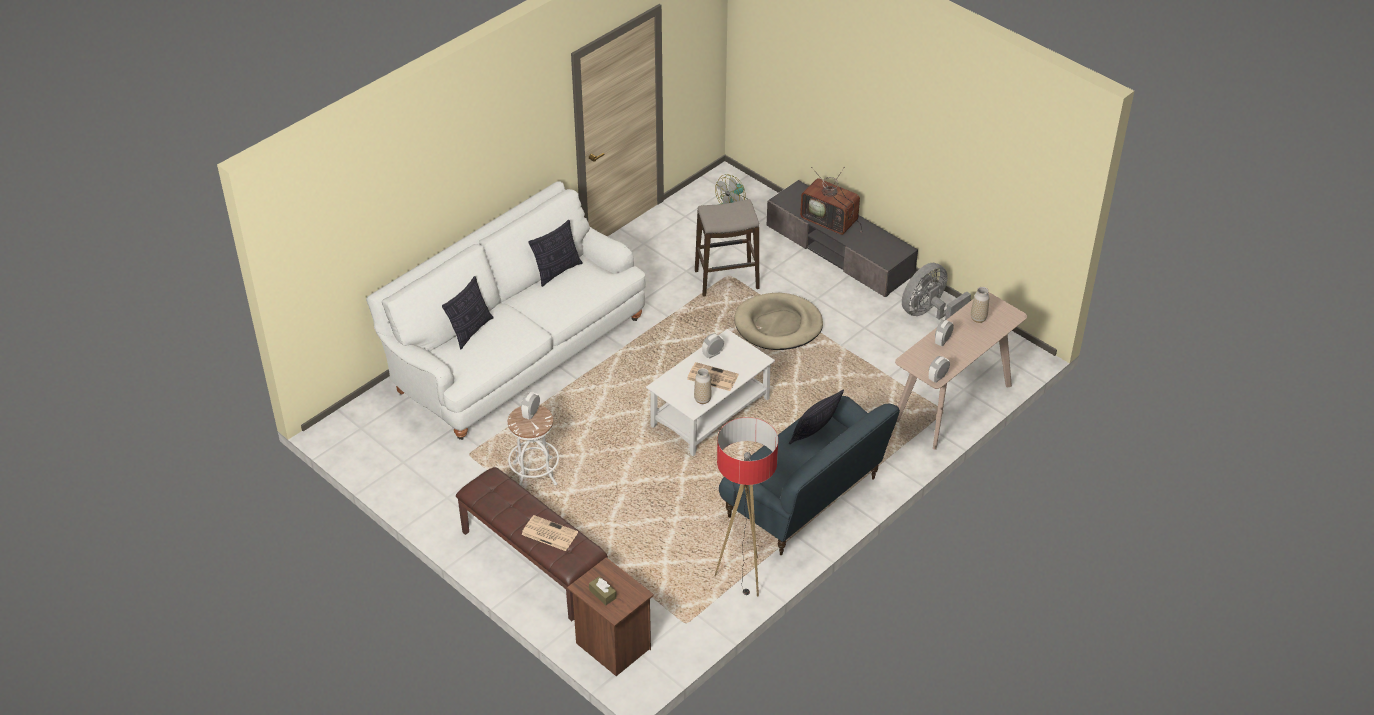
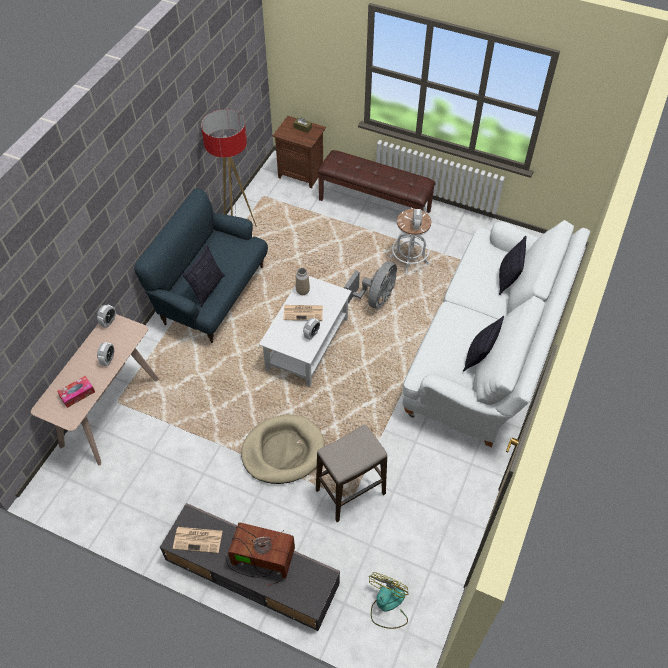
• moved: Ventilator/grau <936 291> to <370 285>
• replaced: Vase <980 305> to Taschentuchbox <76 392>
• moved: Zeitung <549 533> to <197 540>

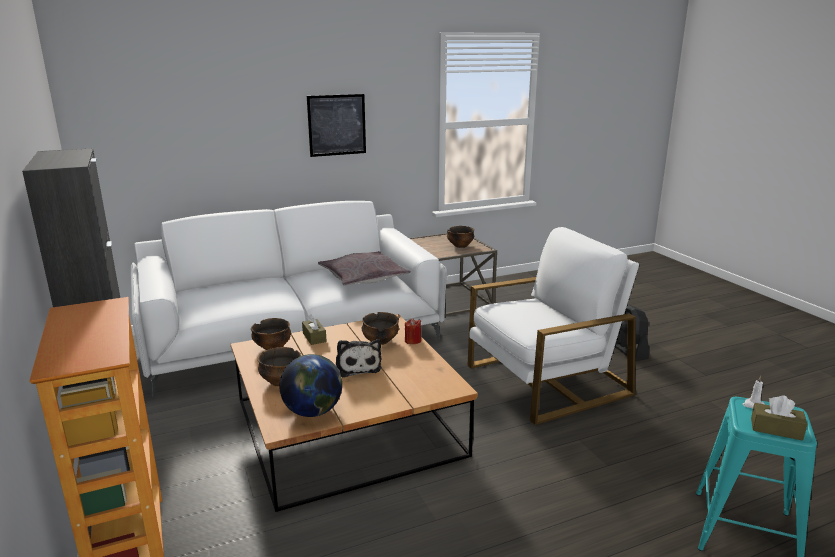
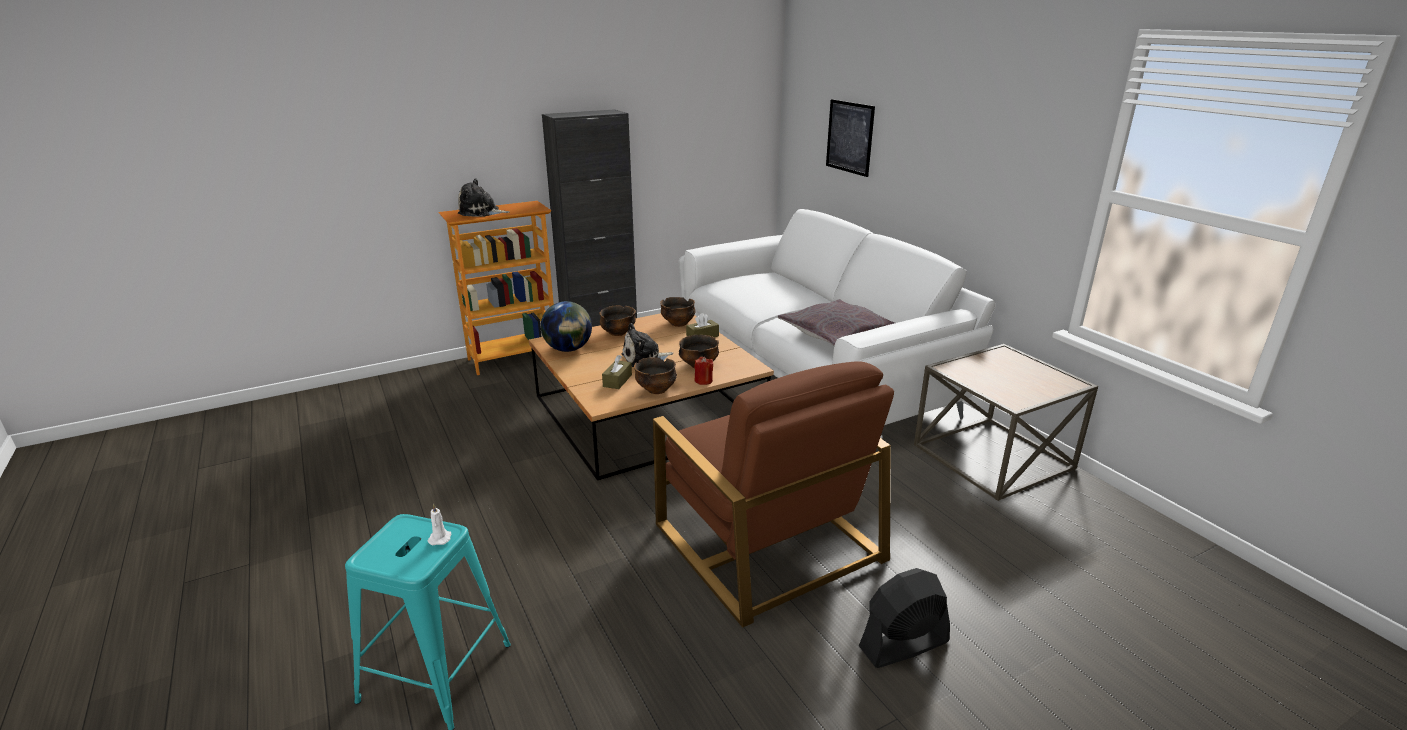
• moved: Bild <336 125> to <850 138>
• moved: Schüssel <460 237> to <655 375>
• recoloured: Sessel/weiß <553 326> to Sessel/braun <773 494>
• moved: Taschentuchbox/braun <779 418> to <617 372>
• added: Plüschtier <484 197>

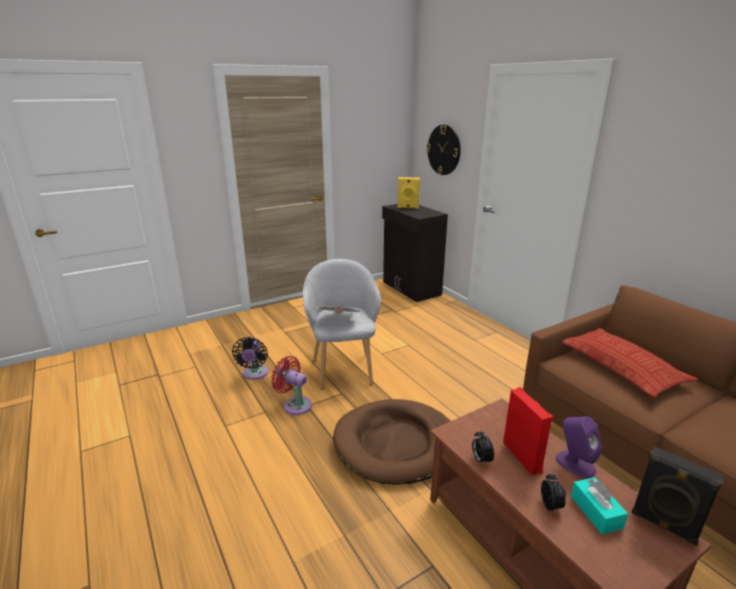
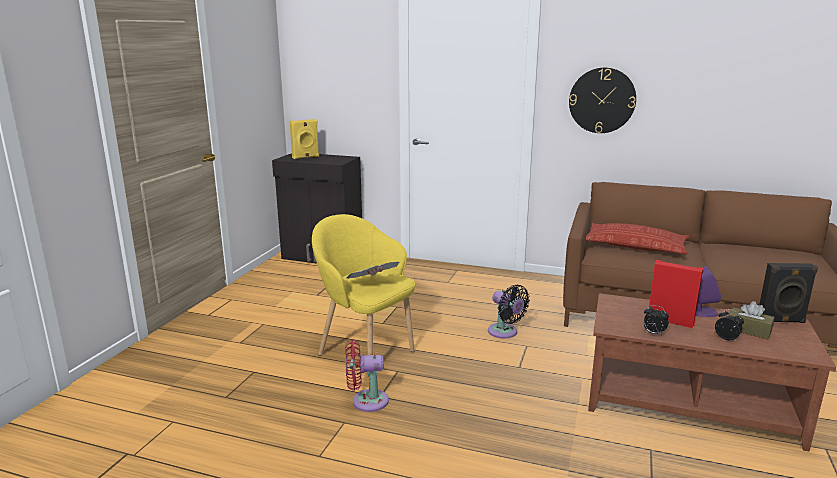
• moved: Wanduhr <443 150> to <602 100>
• recoloured: Sessel/grau <342 324> to Sessel/gelb <363 285>
• moved: Ventilator/schwarz <250 358> to <509 311>
• removed: Hundebett/braun <391 442>
• recoloured: Taschentuchbox/türkis <599 505> to Taschentuchbox/braun <752 320>

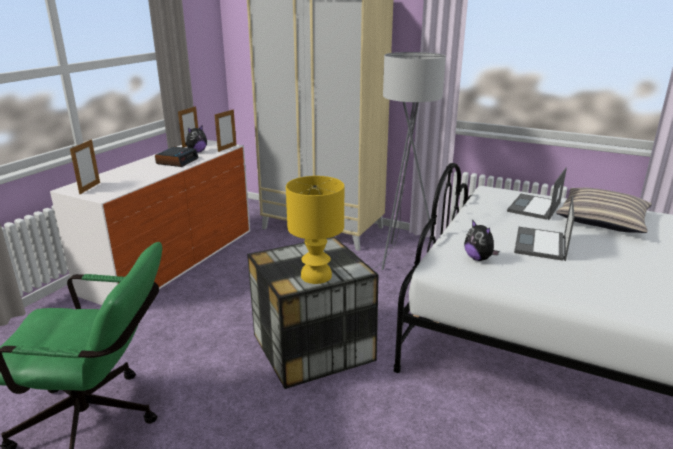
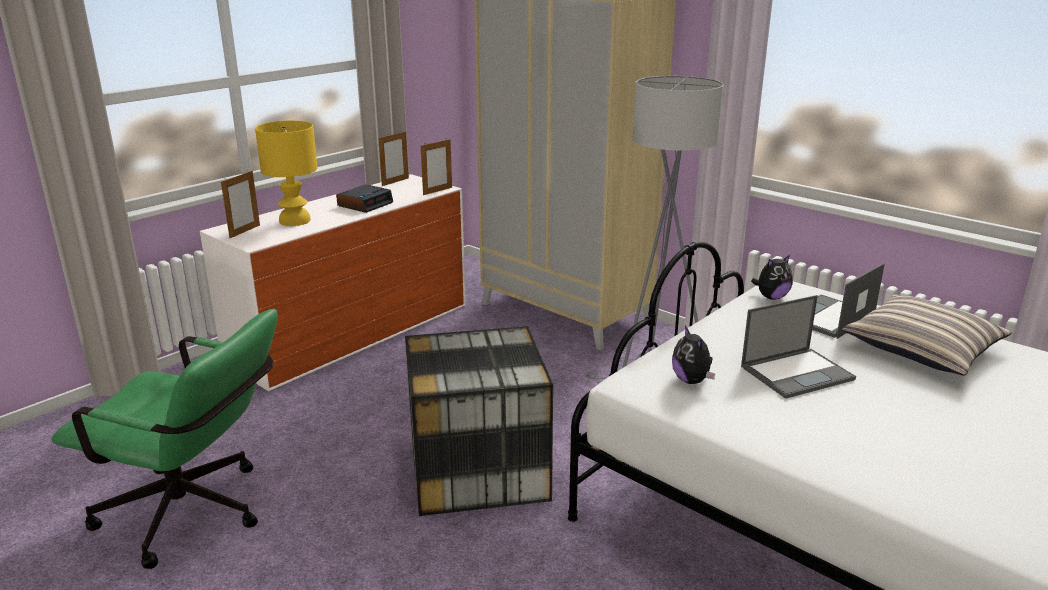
• moved: Plüschtier <196 139> to <772 277>
• moved: Tischlampe/gelb <315 230> to <286 173>
• turned: Laptop <544 228> = <798 347> 150 degrees counterclockwise

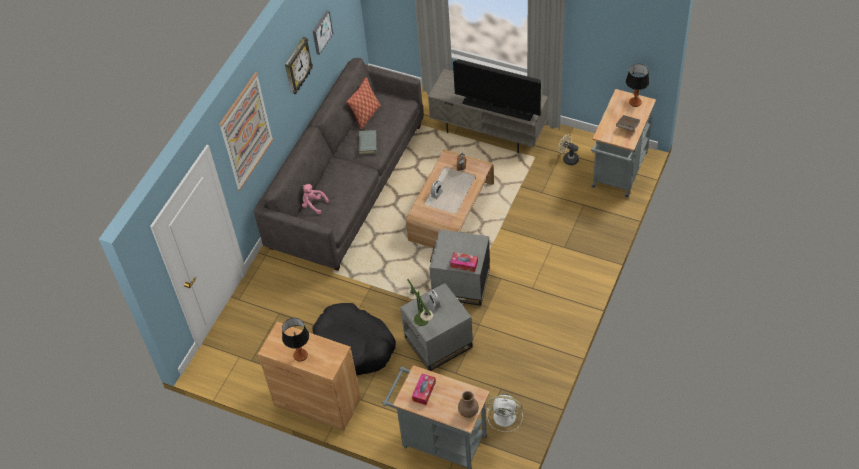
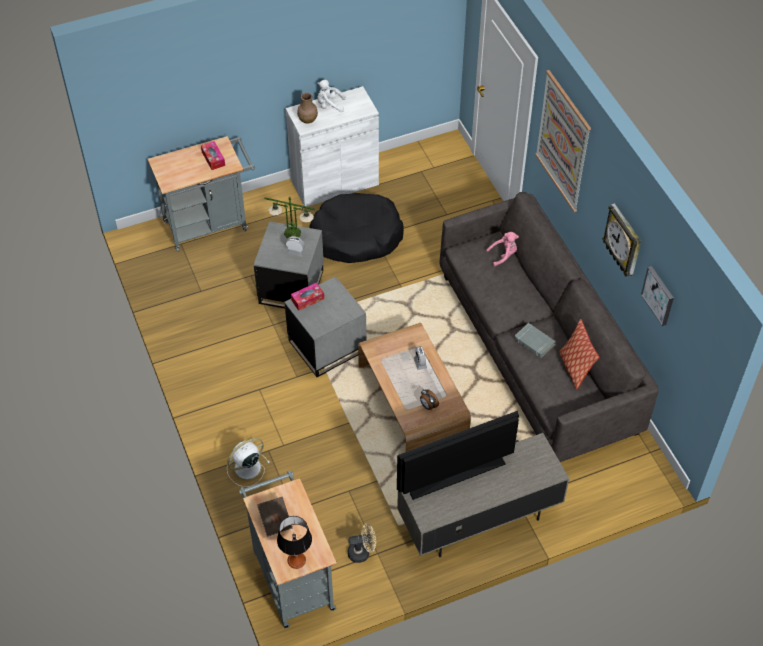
• replaced: Tischlampe <295 339> to Plüschtier/weiß <331 96>
• recoloured: Schrank/braun <309 376> to Schrank/weiß <332 146>
• moved: Vase/braun <468 404> to <307 108>
• moved: Ventilator/weiß <505 413> to <248 462>

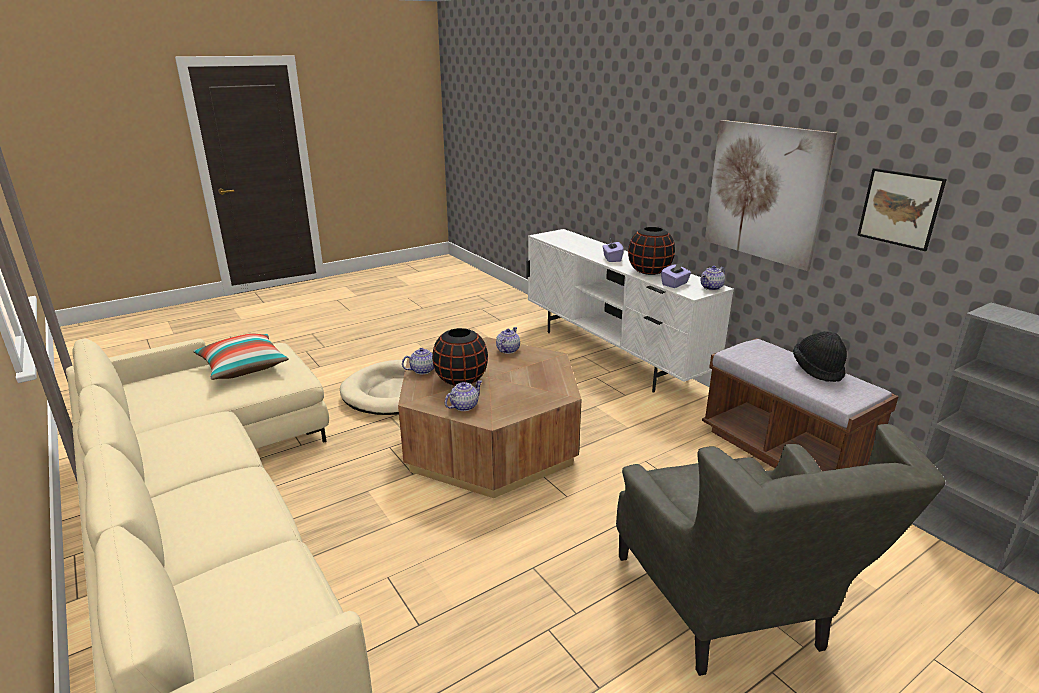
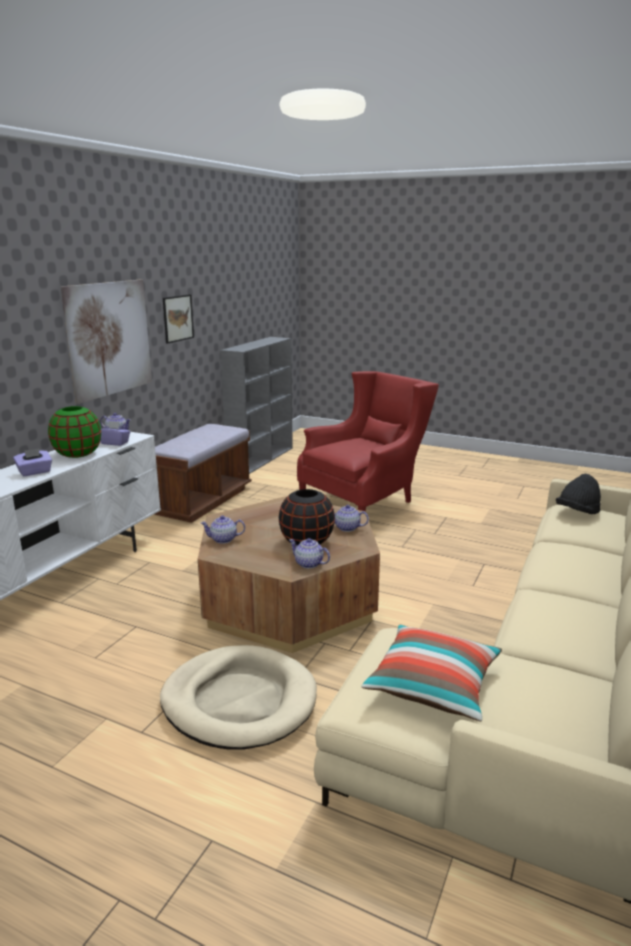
• recoloured: Vase/schwarz <651 251> to Vase/grün <74 432>
• moved: Hut/schwarz <820 356> to <578 494>
• recoloured: Sessel/grau <781 550> to Sessel/rot <368 441>

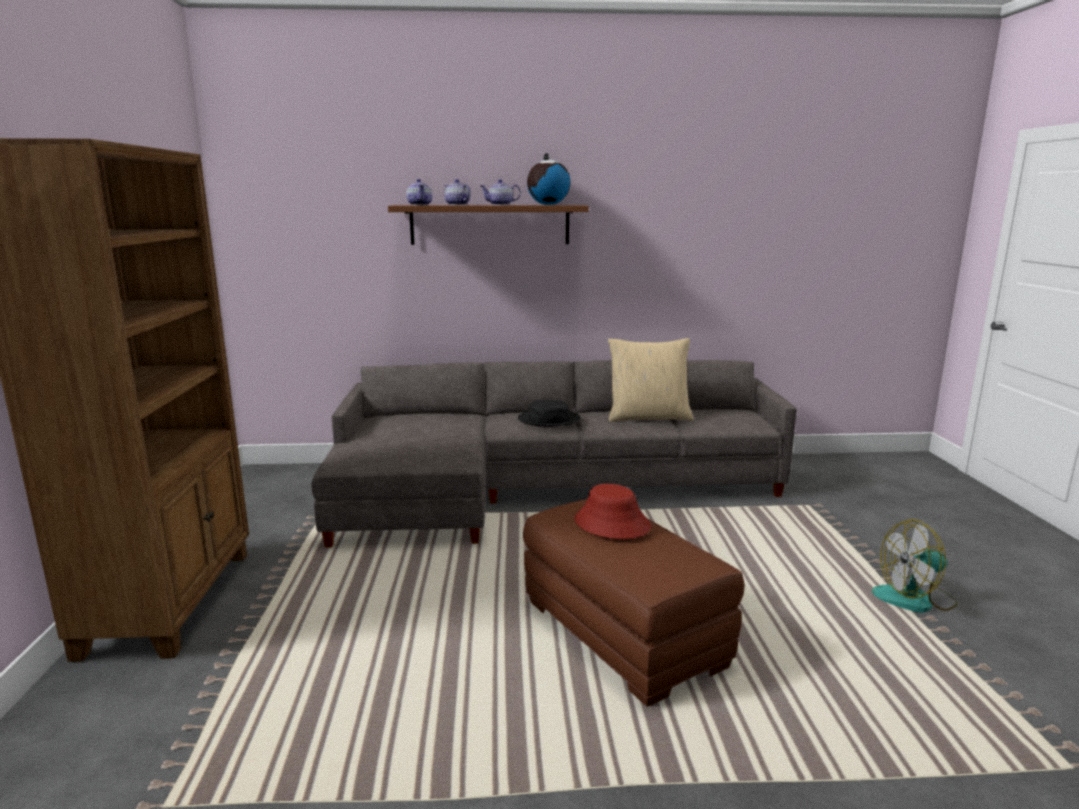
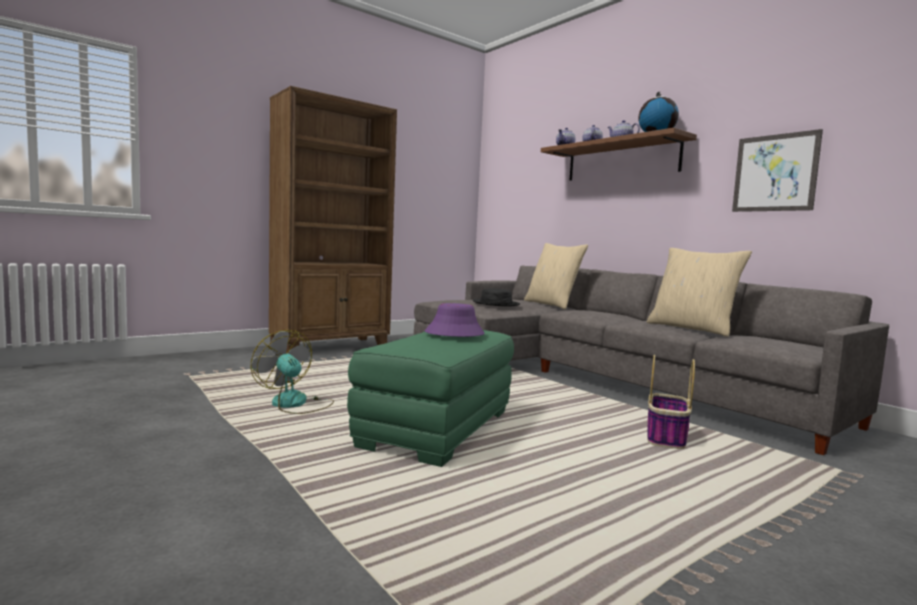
• moved: Hut/schwarz <549 413> to <496 297>
• recoloured: Hut/rot <613 511> to Hut/lila <455 320>
• recoloured: Polsterhocker/braun <633 603> to Polsterhocker/grün <430 398>
• moved: Ventilator <915 566> to <292 372>
• added: Bild <777 170>
• added: Kissen/beige <556 276>
• added: Korb <671 402>

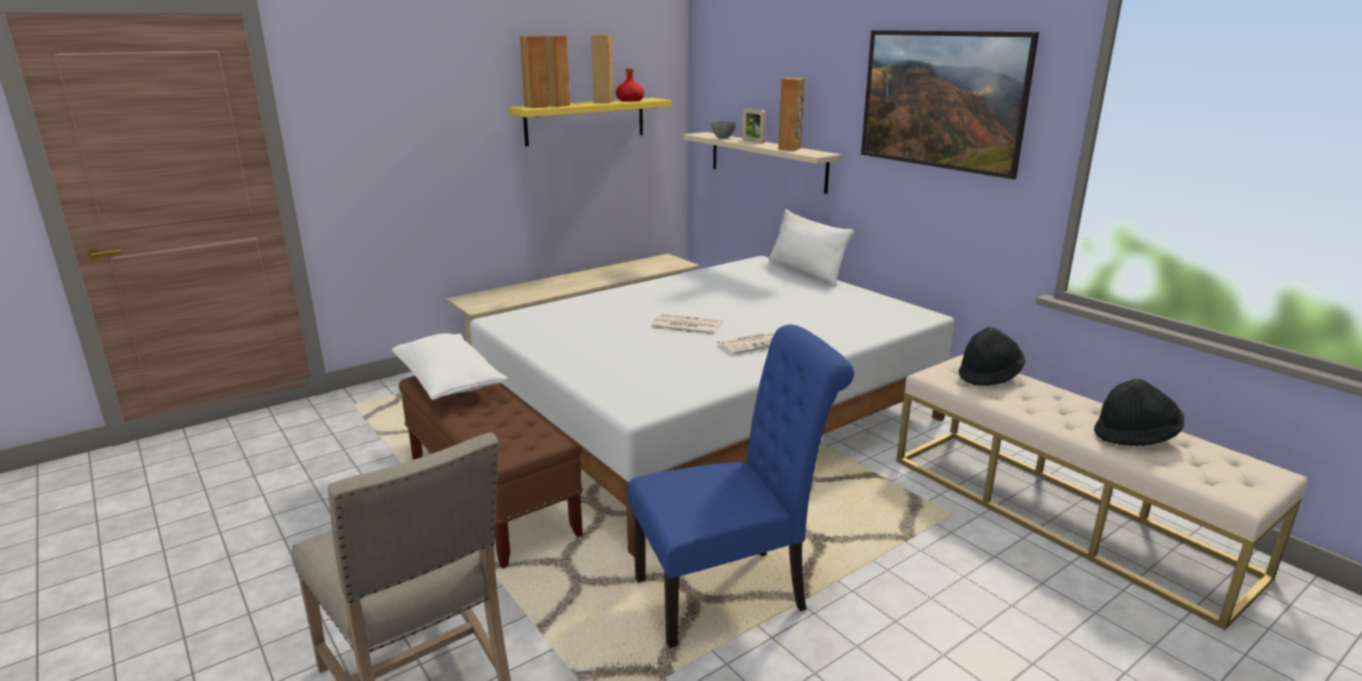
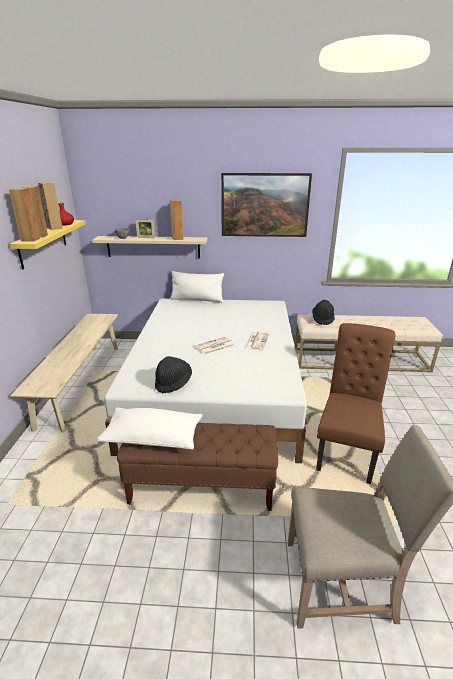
• recoloured: Stuhl/blau <740 486> to Stuhl/braun <355 403>
• moved: Hut/schwarz <1139 412> to <173 374>

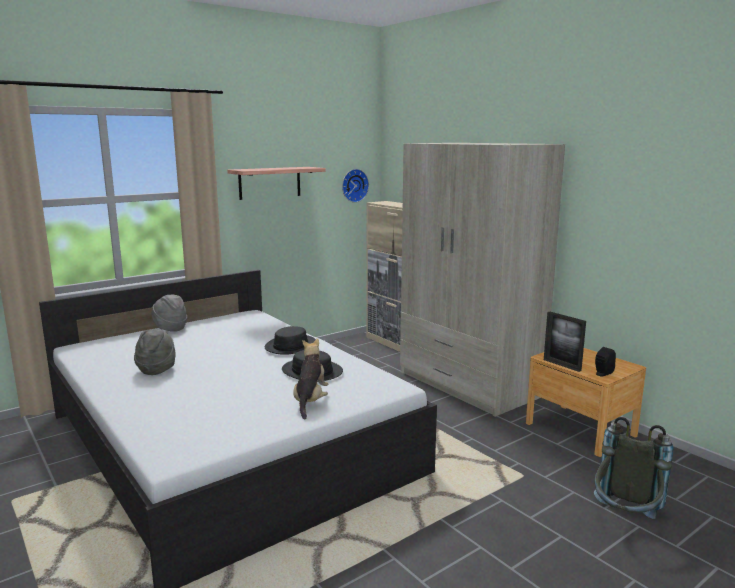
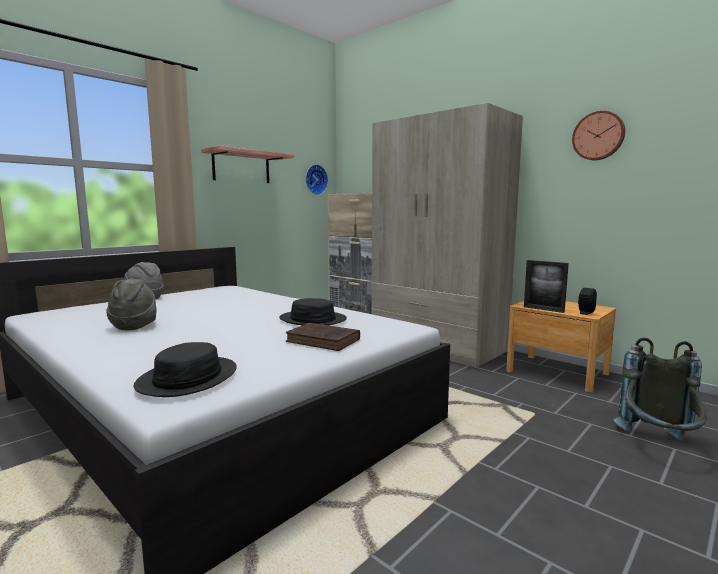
• moved: Hut/schwarz <290 340> to <185 369>
• replaced: Plüschtier <310 379> to Buch/braun <323 337>
• added: Wanduhr <598 135>

